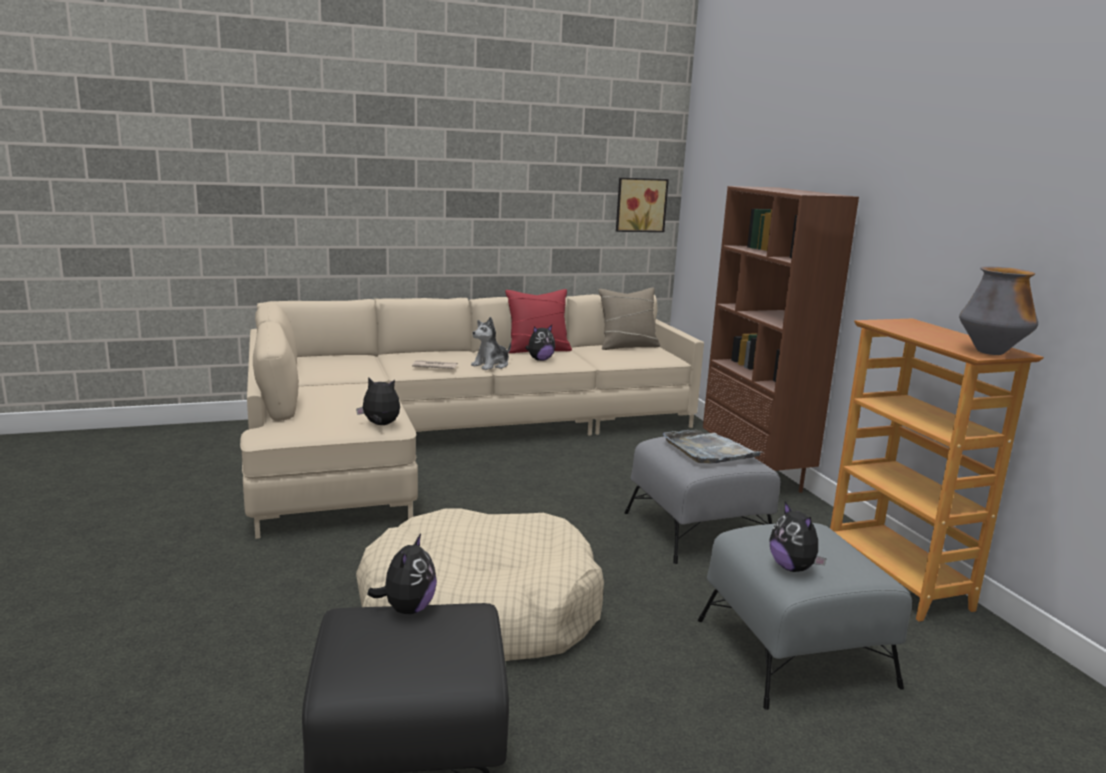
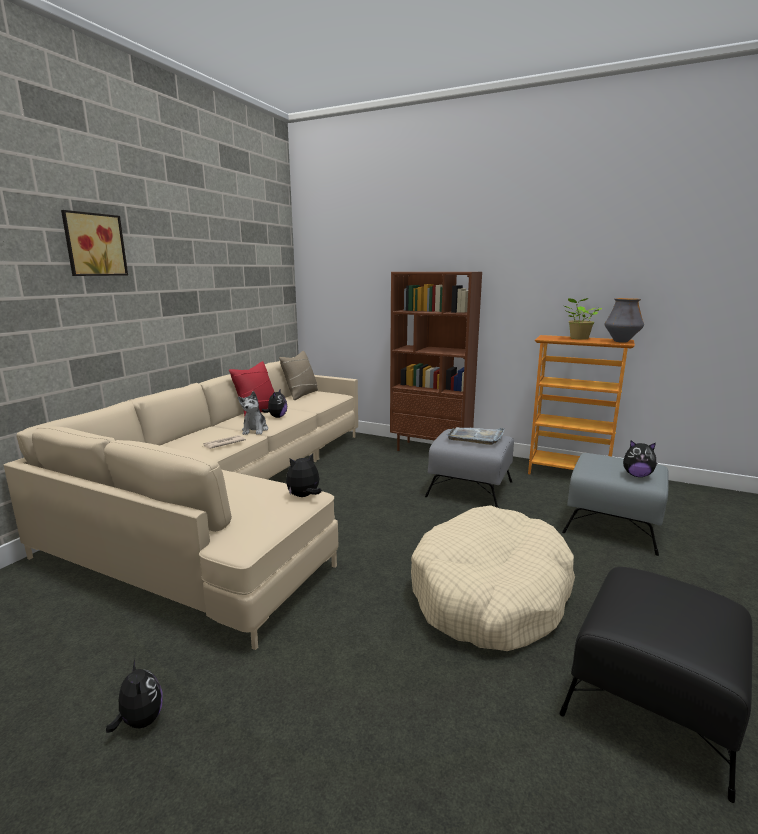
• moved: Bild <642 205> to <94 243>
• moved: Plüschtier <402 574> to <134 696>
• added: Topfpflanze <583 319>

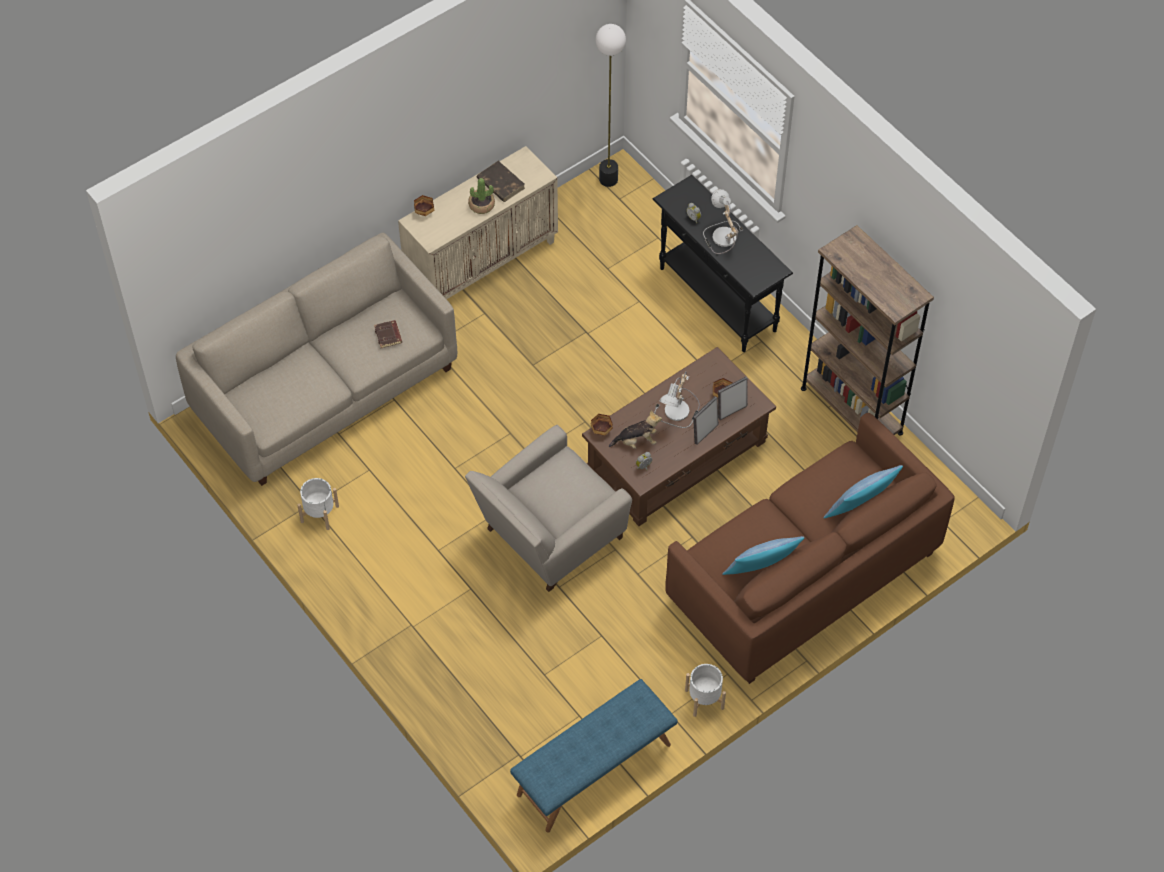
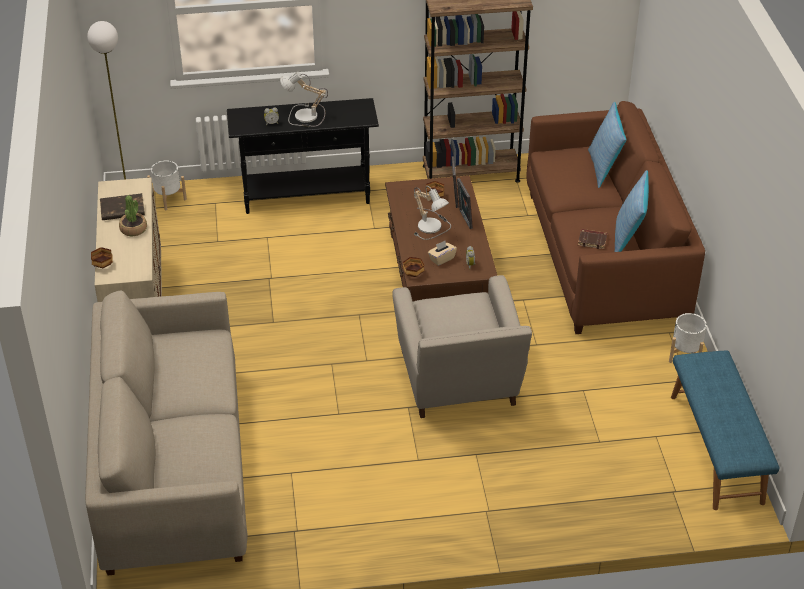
• moved: Buch/braun <388 334> to <592 239>
• replaced: Plüschtier <635 429> to Taschentuchbox/beige <442 253>
• moved: Pflanzkübel/weiß <318 504> to <167 185>

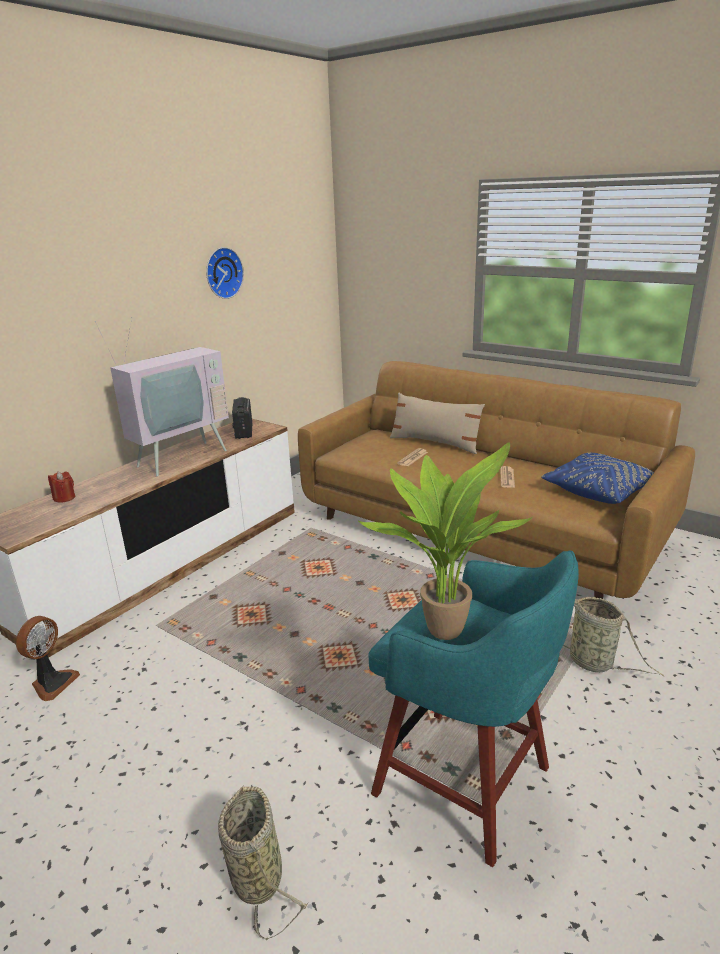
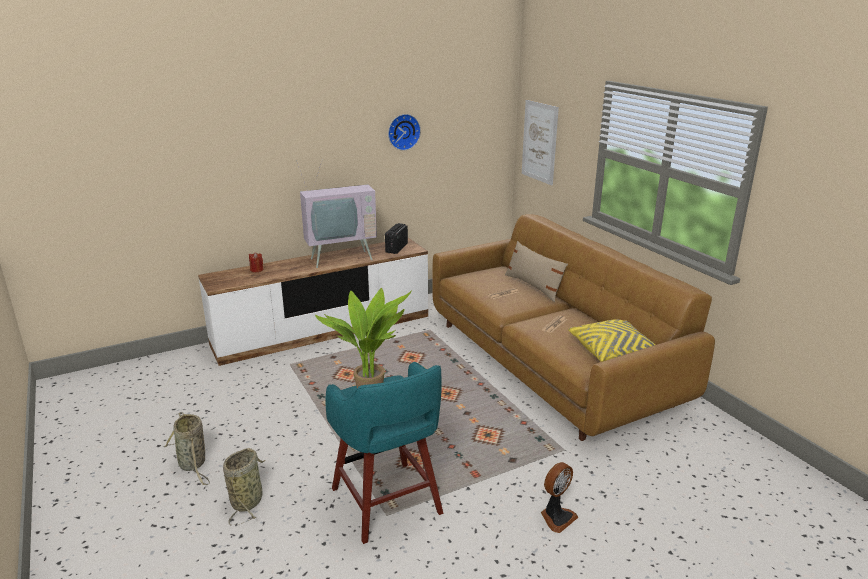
• recoloured: Kissen/blau <597 478> to Kissen/gelb <612 340>
• moved: Korb <613 636> to <187 449>
• moved: Ventilator <48 658> to <559 497>
• added: Bild <540 142>

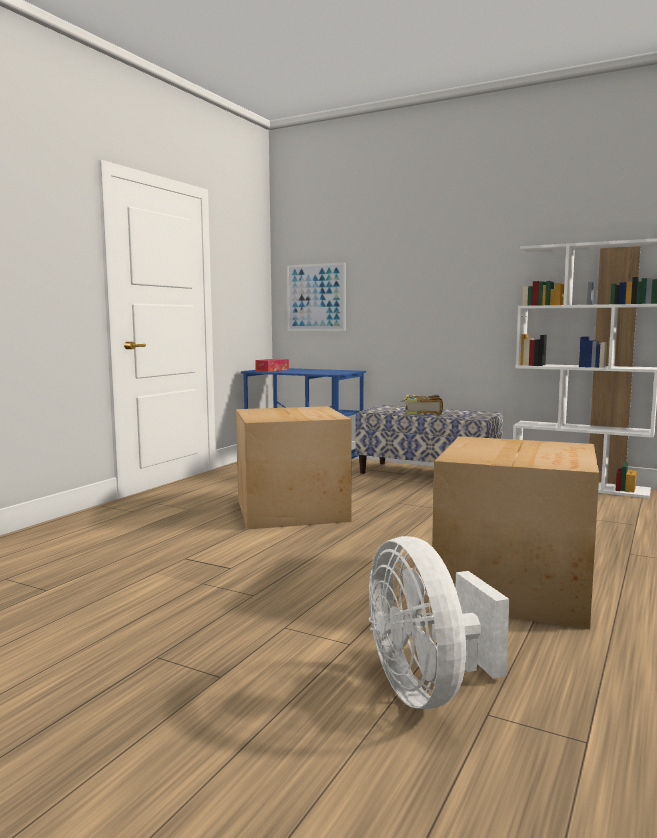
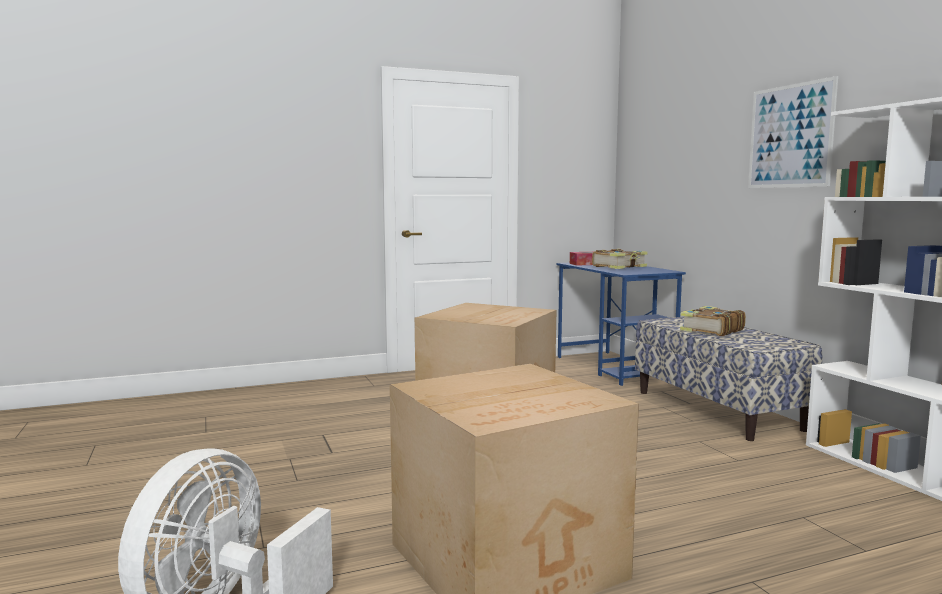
• moved: Bild <316 296> to <793 132>
• added: Buch <620 259>

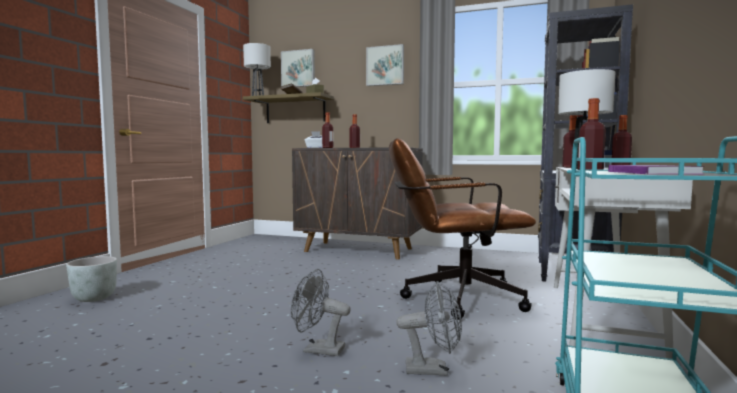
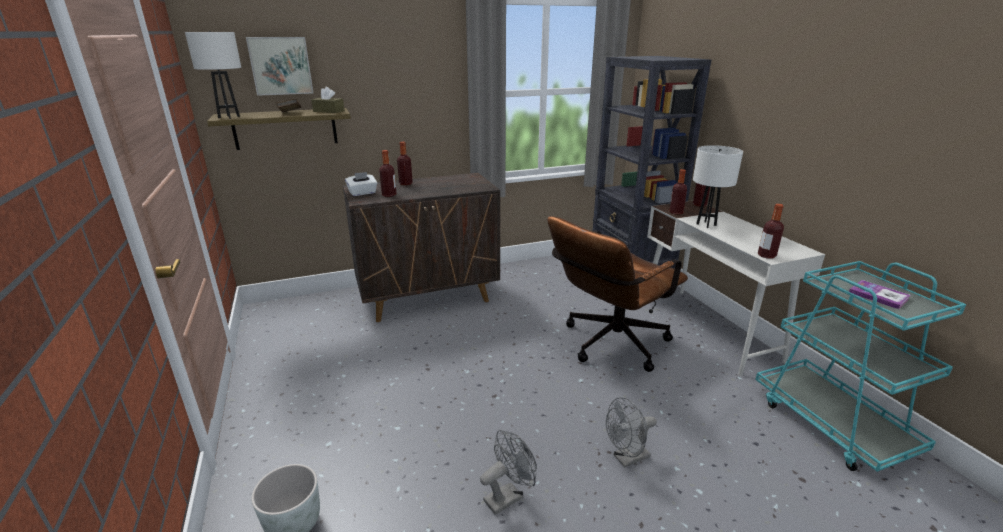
• removed: Bild <385 65>
• moved: Ventilator/grau <429 328> to <508 472>

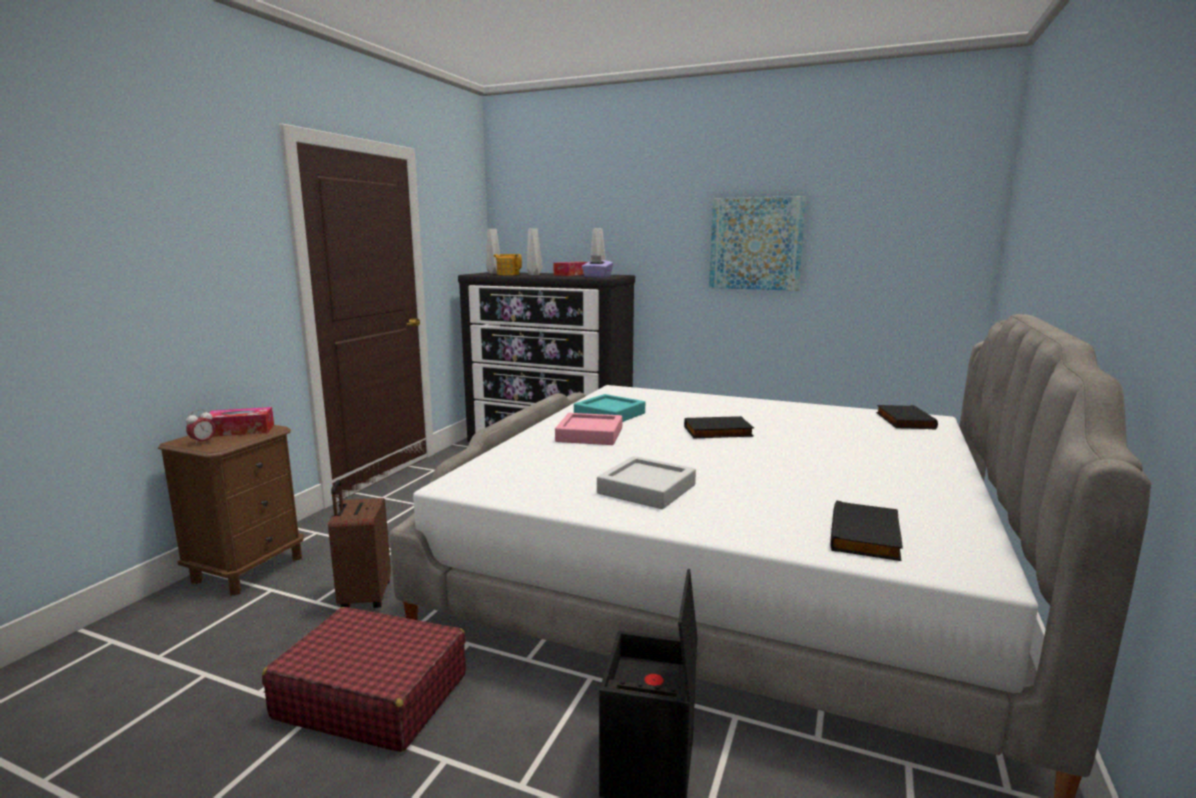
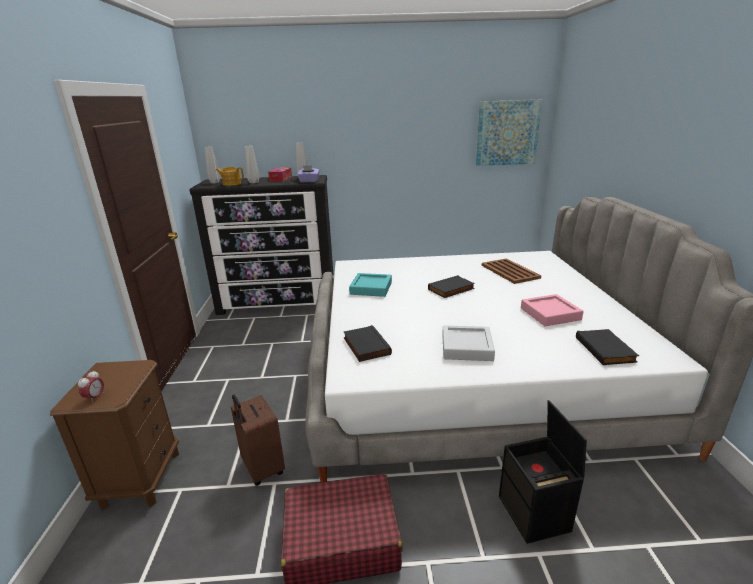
• moved: Bild <757 243> to <509 133>
• moved: Buch/schwarz <907 417> to <368 343>
• removed: Taschentuchbox <239 422>
• moved: Tablett/rosa <588 429> to <552 310>
• added: Tablett/braun <511 271>

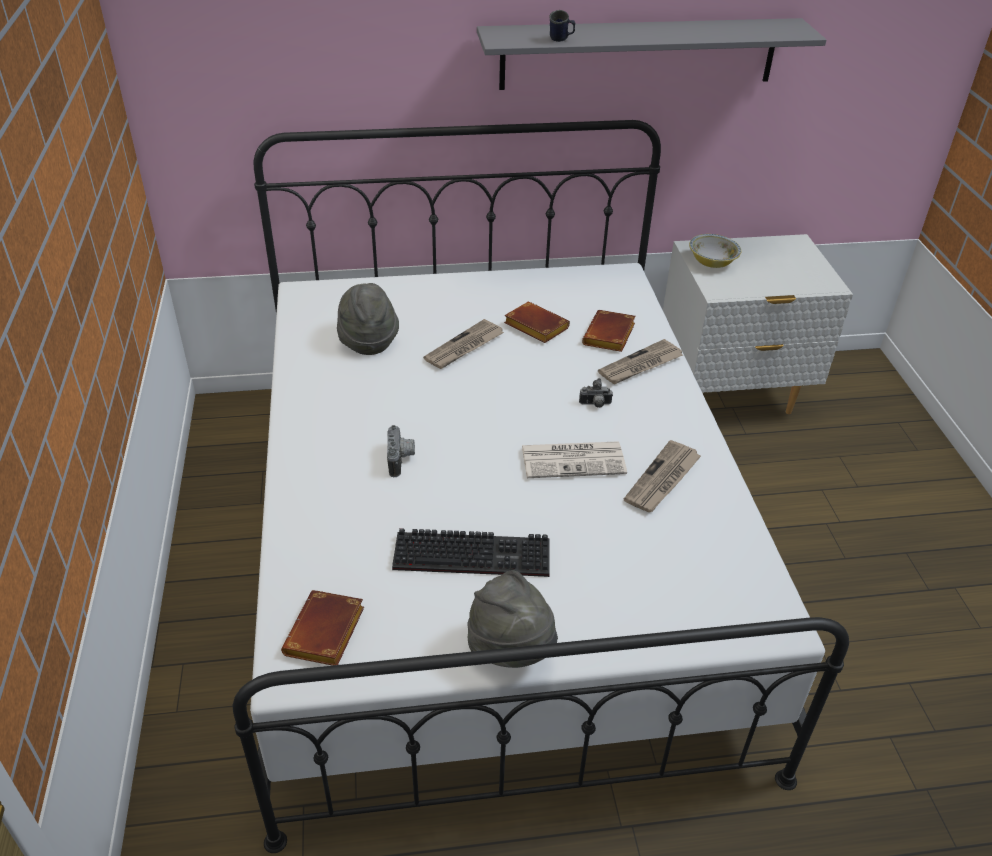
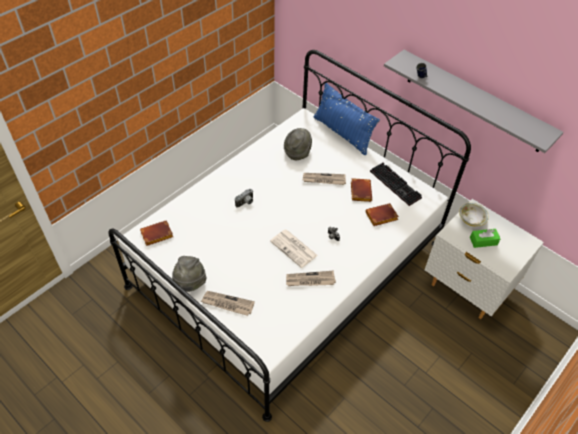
• moved: Zeitung <640 361> to <228 303>
• moved: Tastatur <471 552> to <396 184>
• added: Kissen/blau <347 119>
• added: Taschentuchbox/grün <485 238>

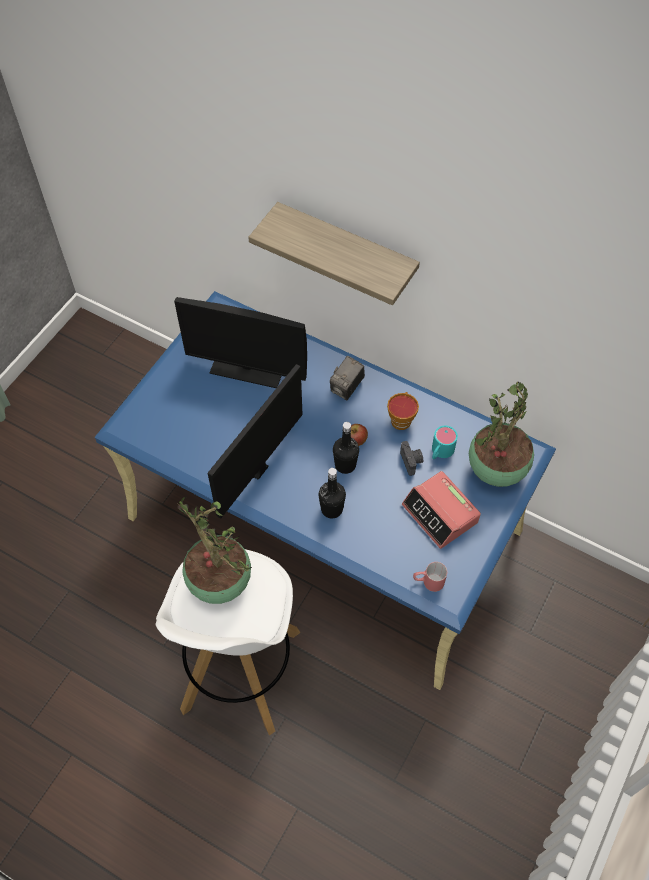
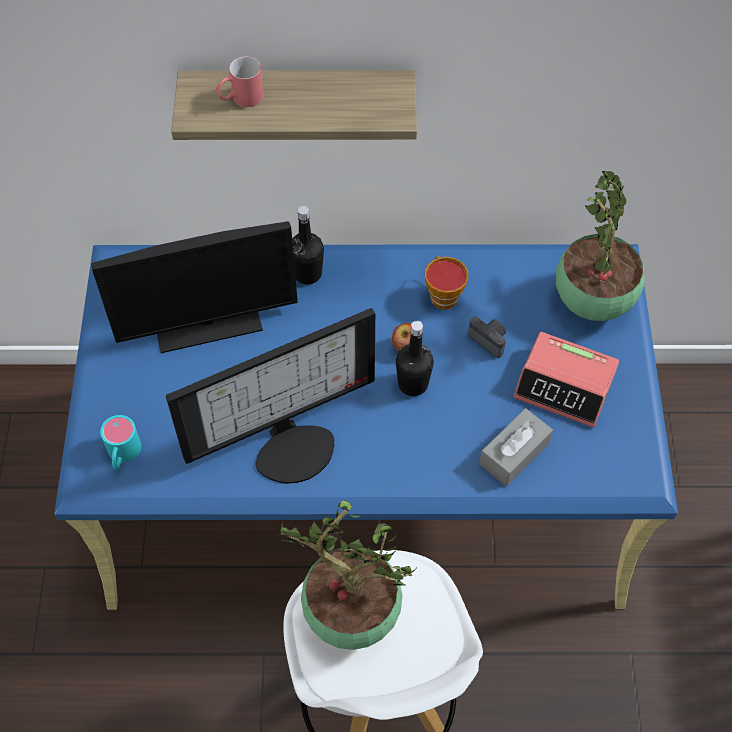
• removed: Kamera <347 378>
• turned: Monitor <255 441> = <270 396> 120 degrees counterclockwise
• moved: Henkelbecher/türkis <445 442> to <120 442>
• moved: Flasche/schwarz <332 493> to <308 245>
• moved: Henkelbecher/rot <430 577> to <240 81>
• added: Taschentuchbox/grau <516 447>

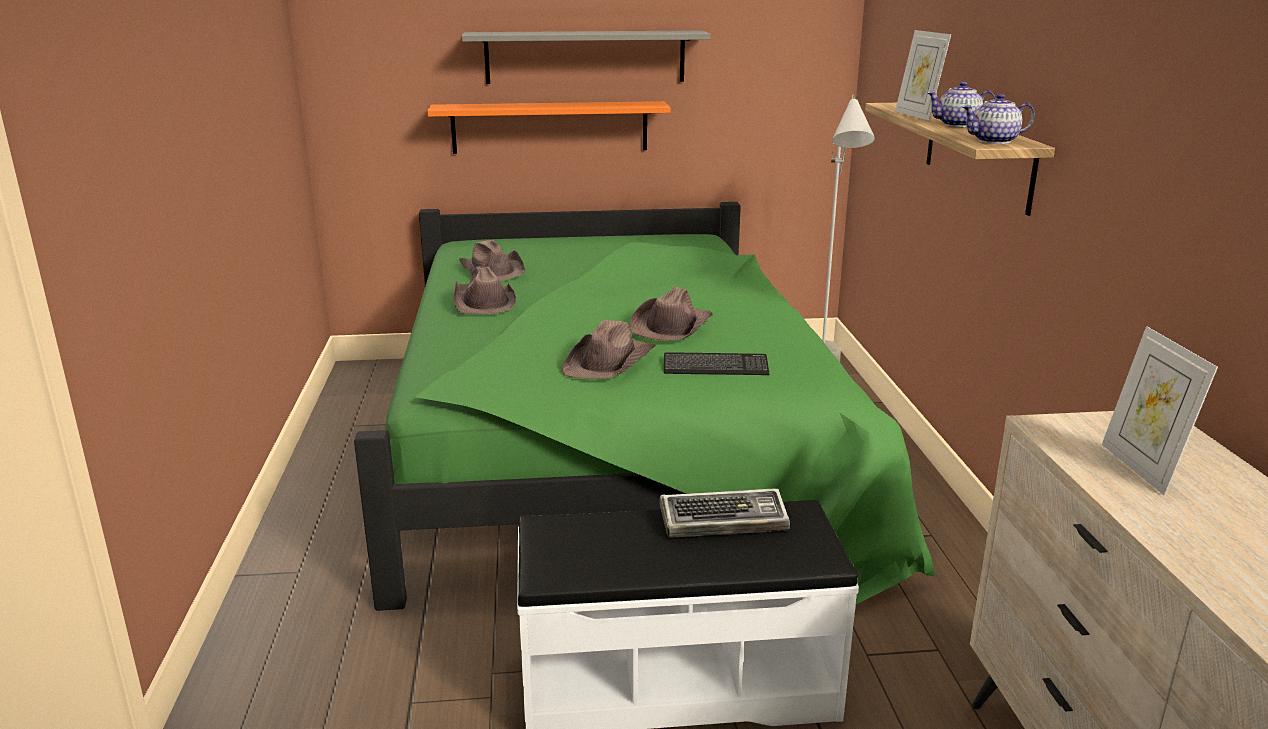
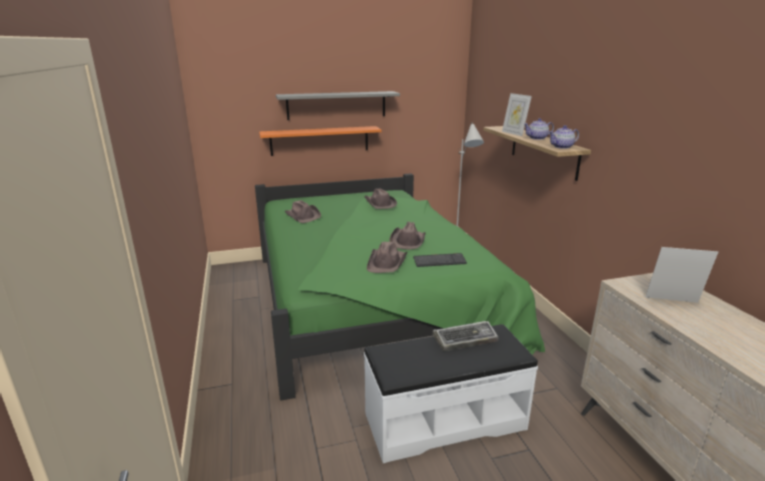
• moved: Hut/braun <484 290> to <380 198>
• turned: Bilderrahmen <1160 411> = <682 275> 120 degrees clockwise

